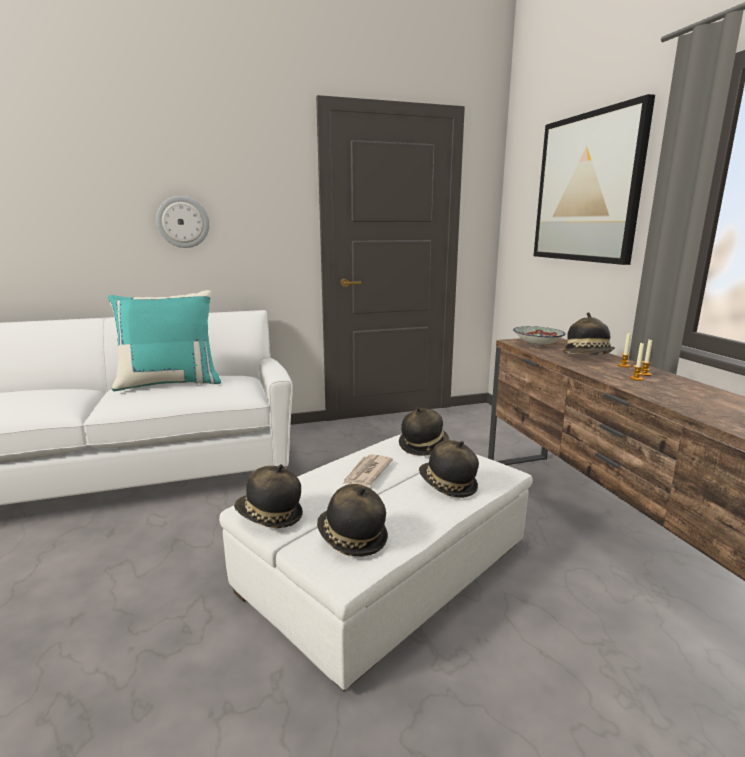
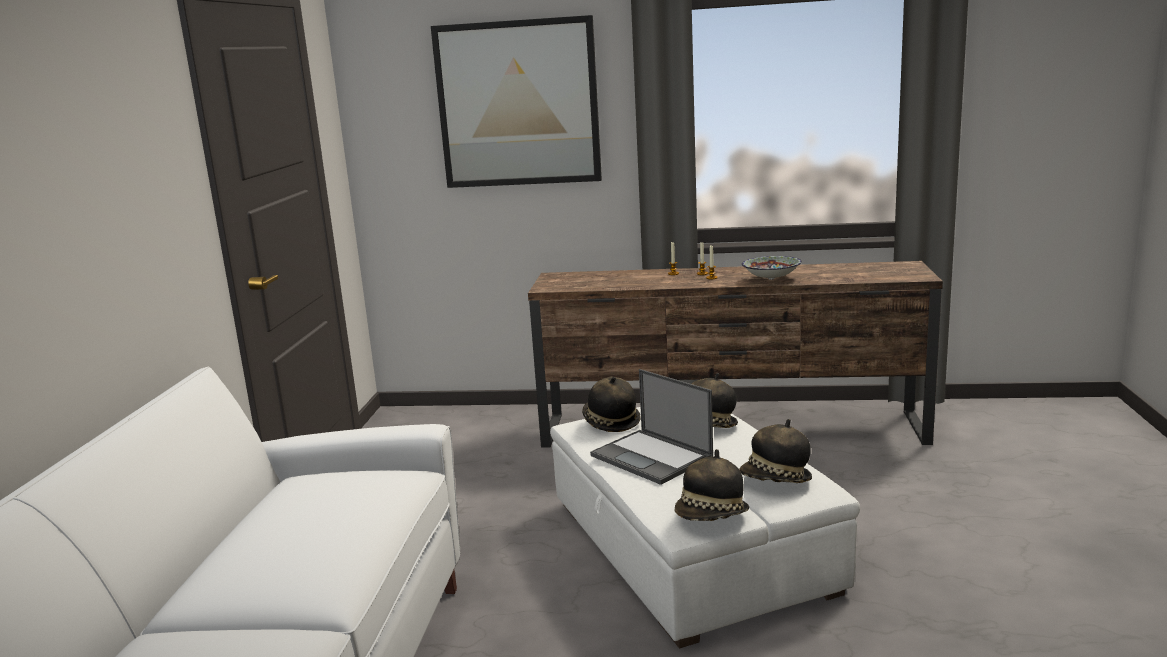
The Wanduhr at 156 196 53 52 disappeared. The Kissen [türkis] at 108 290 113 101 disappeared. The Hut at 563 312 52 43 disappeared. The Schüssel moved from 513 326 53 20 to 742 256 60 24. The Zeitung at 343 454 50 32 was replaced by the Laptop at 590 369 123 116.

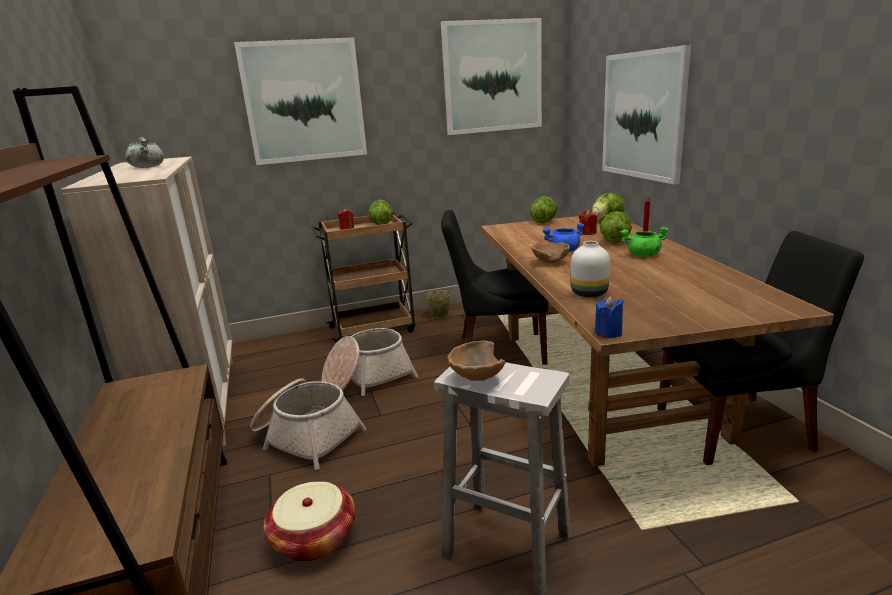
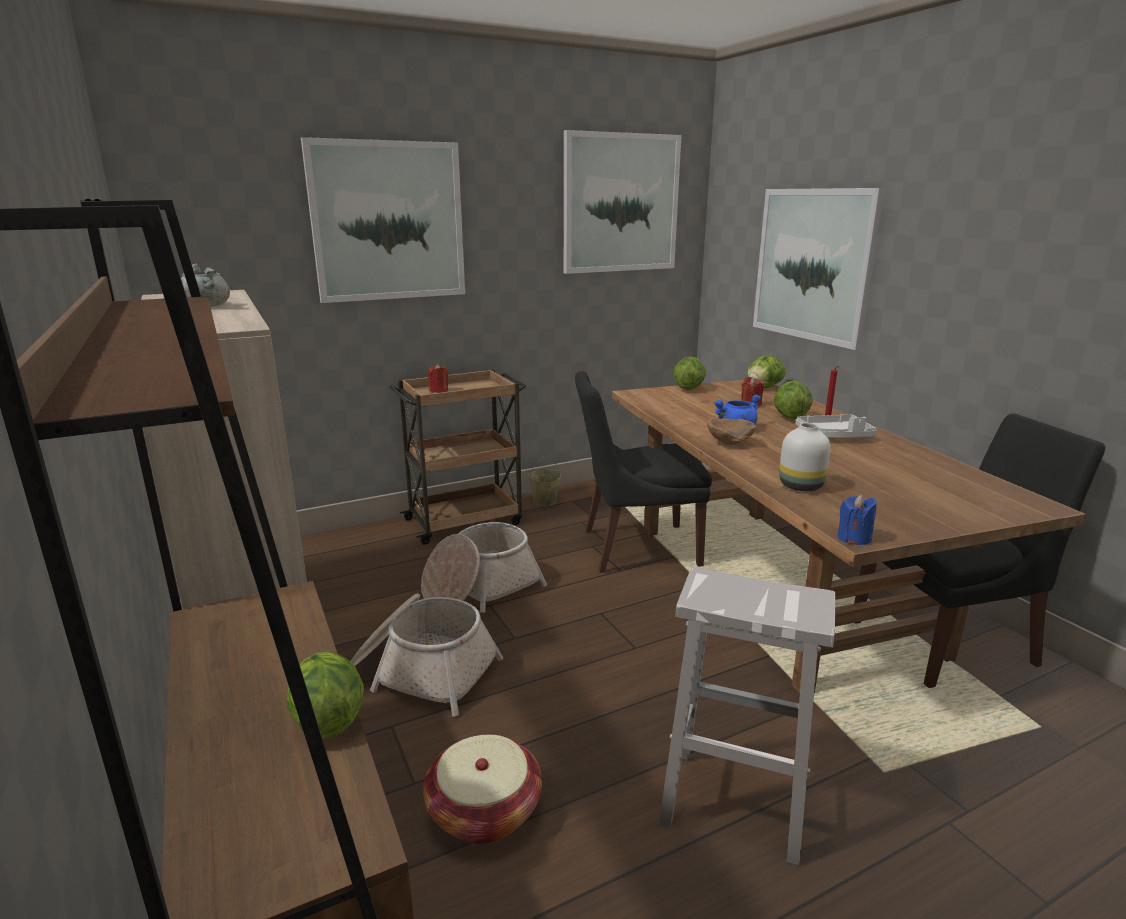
The Salatkopf moved from 368 200 25 25 to 286 652 78 87. The Kochtopf [grün] at 620 227 49 30 was replaced by the Tablett [grau] at 795 414 82 24. The Schüssel [braun] at 447 341 58 40 disappeared.

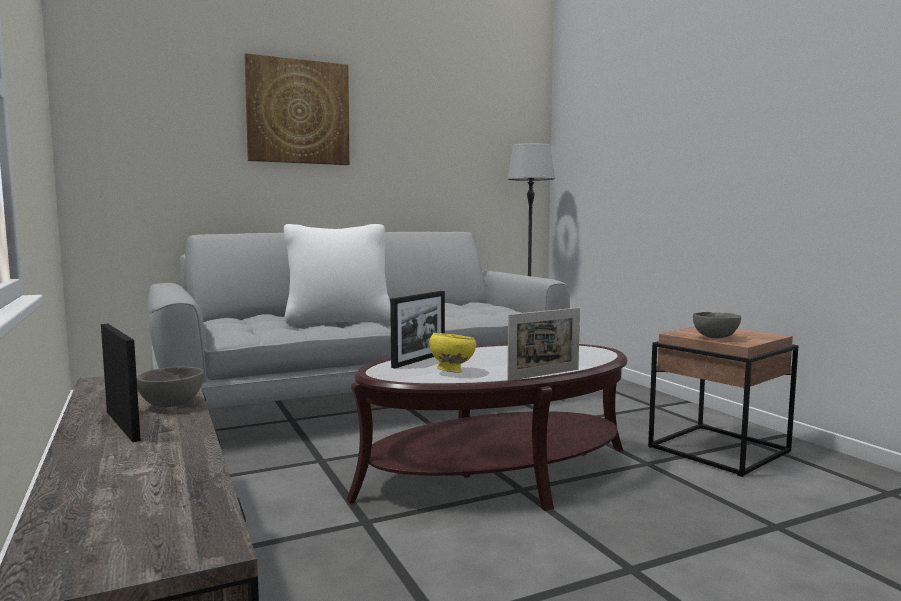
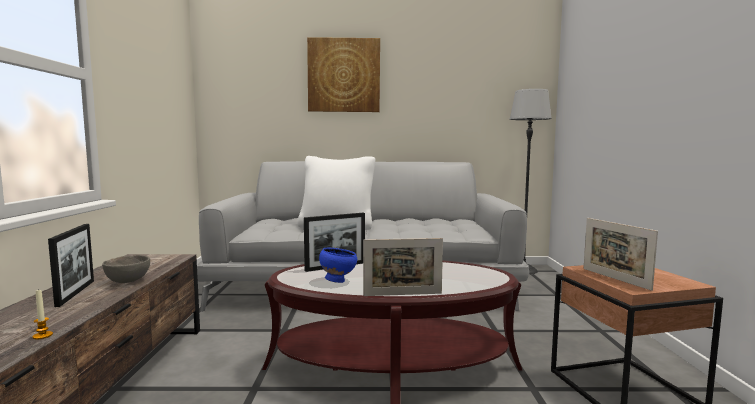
The Schüssel [grau] at 693 312 48 26 was replaced by the Bilderrahmen at 584 218 74 73. The Schüssel [gelb] at 429 333 47 40 became the Schüssel [blau] at 319 248 38 35. The Kerze at 32 289 21 50 appeared.

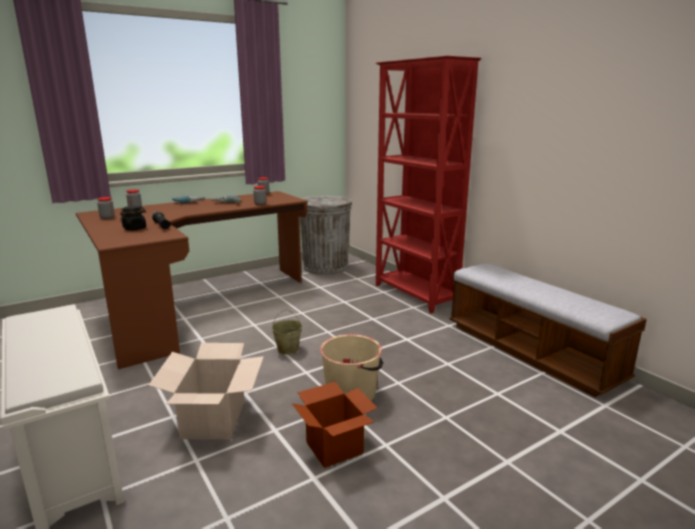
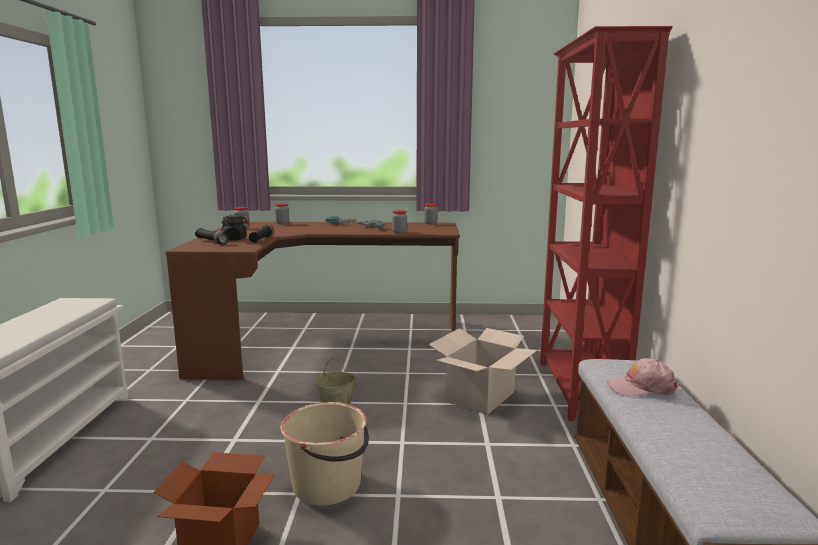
The Mülleimer [grau] at 300 196 52 79 disappeared. The Karton moved from 148 343 116 97 to 429 328 108 87. The Taschenlampe [schwarz] at 195 228 35 16 appeared. The Kappe [rosa] at 606 358 73 39 appeared.

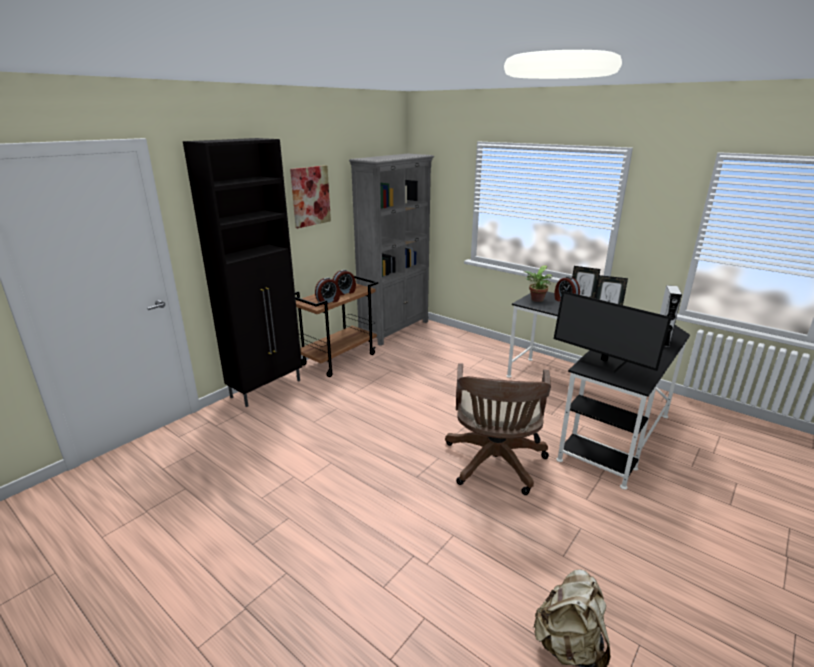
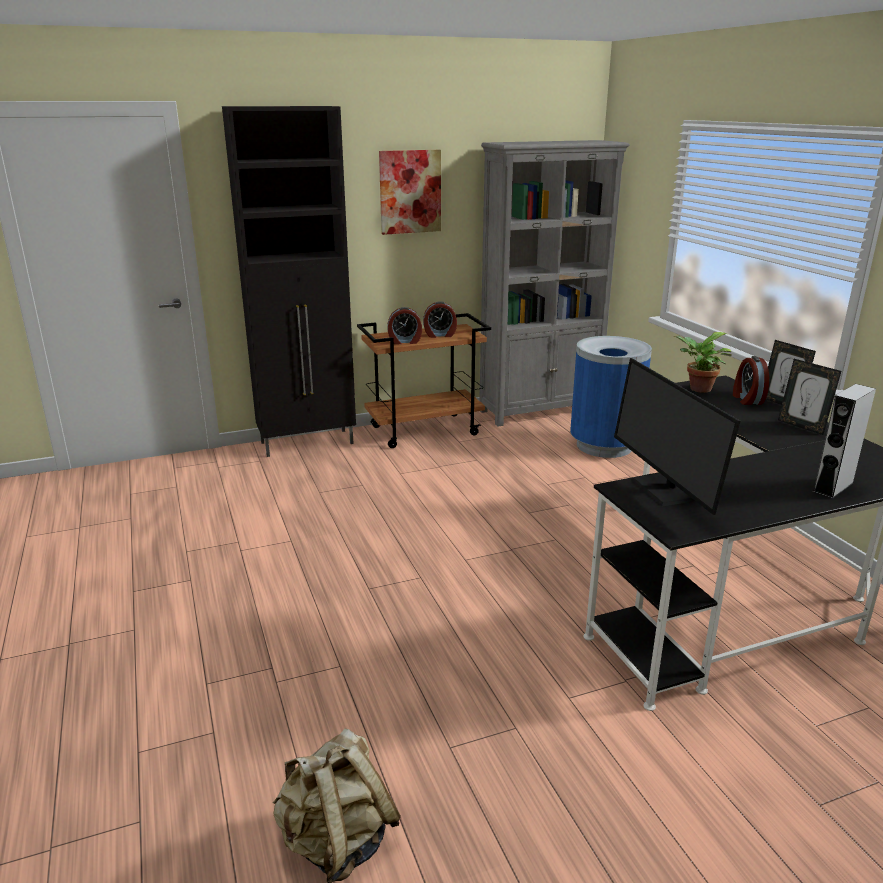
The Bürostuhl [braun] at 445 363 106 132 disappeared. The Mülleimer [blau] at 570 336 82 122 appeared.

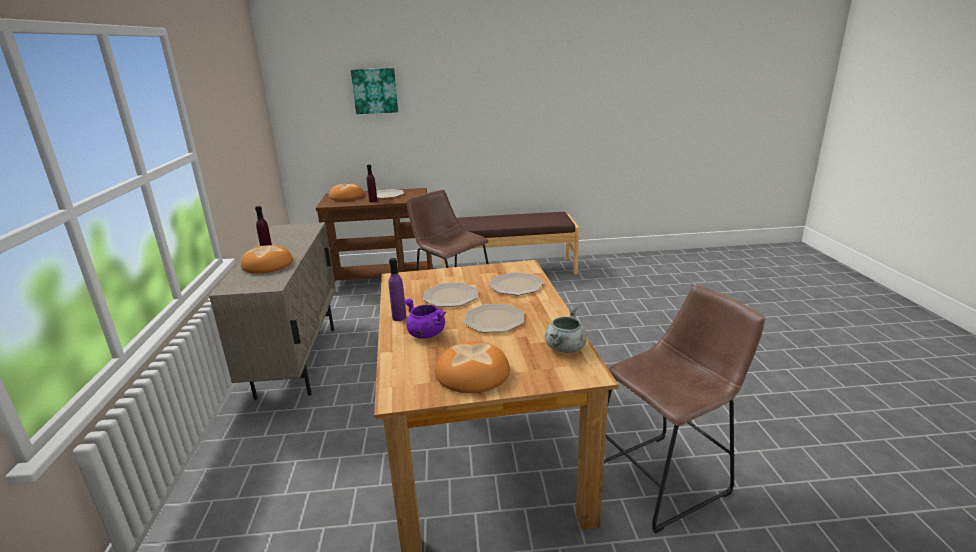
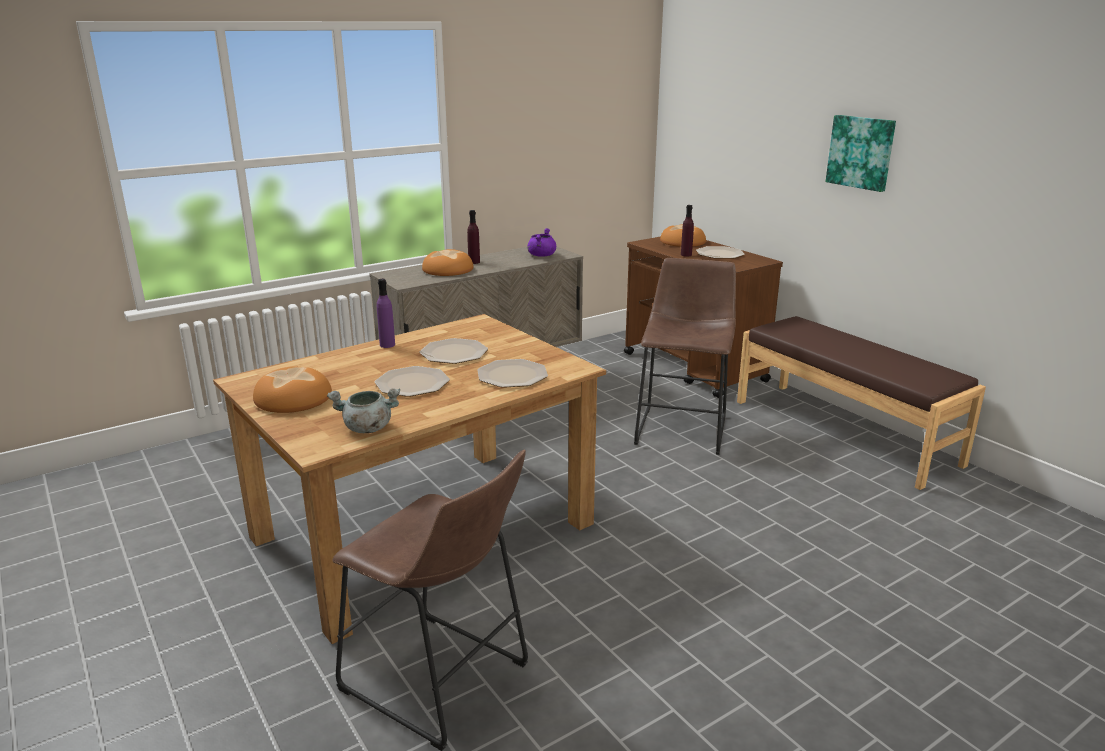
The Bild moved from 351 68 47 46 to 826 115 70 77. The Kochtopf [lila] moved from 404 299 42 40 to 527 228 29 29.

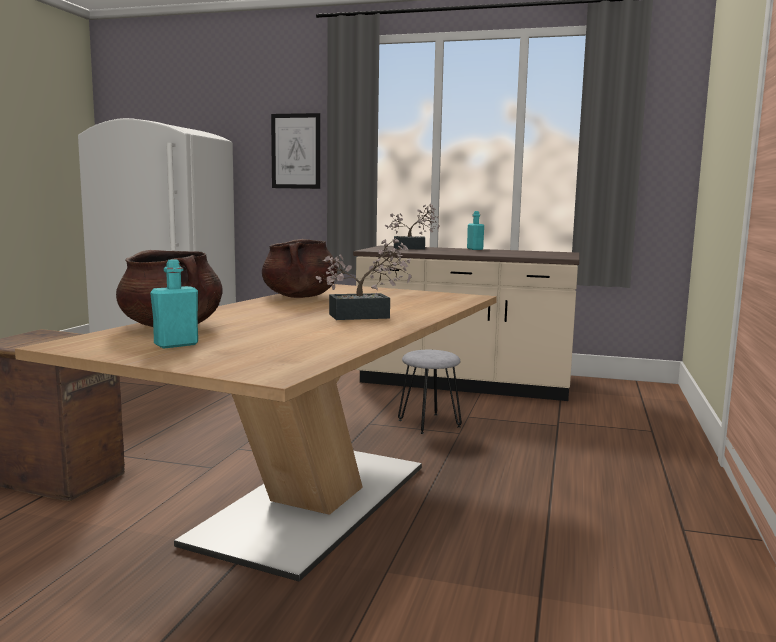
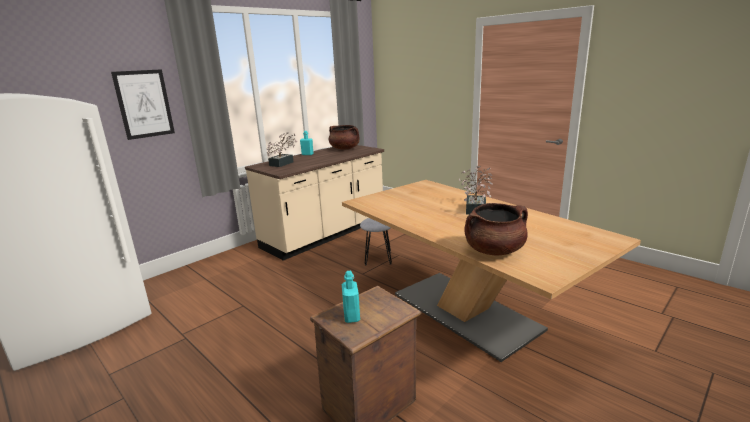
The Kochtopf [braun] moved from 262 239 76 59 to 329 125 30 24. The Flasche [türkis] moved from 150 260 48 88 to 342 271 18 52.

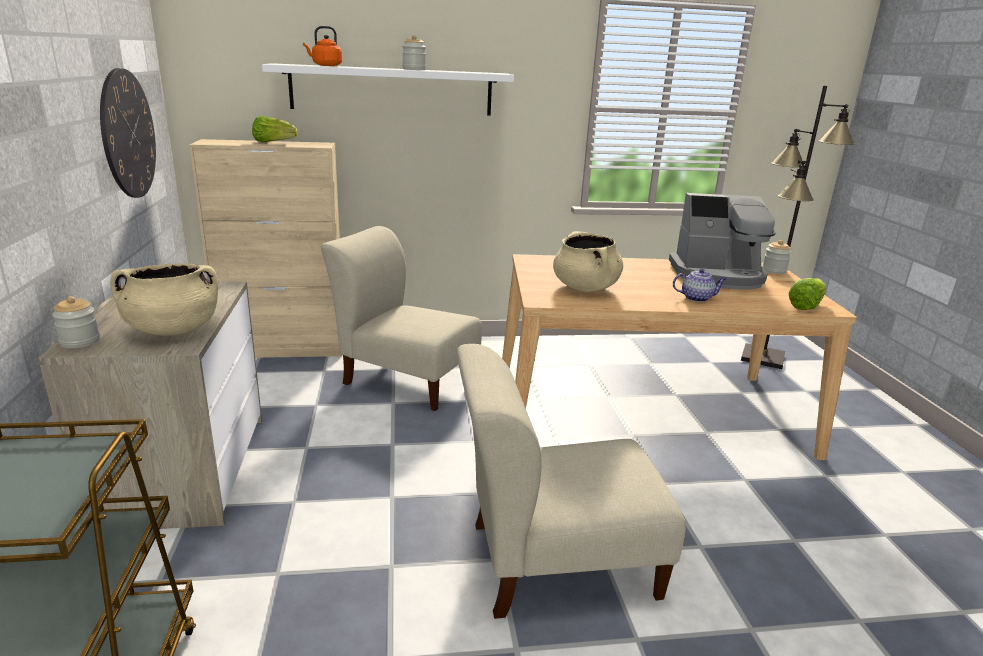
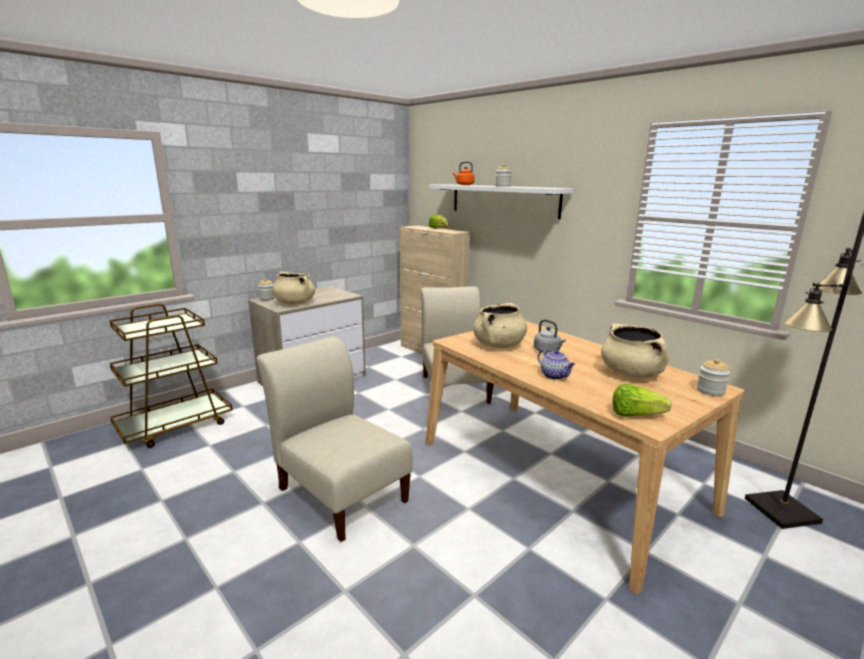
The Wanduhr at 100 68 56 130 disappeared. The Kaffeemaschine at 669 193 107 97 was replaced by the Kochtopf [beige] at 601 324 68 55. The Wasserkessel [grau] at 534 320 32 33 appeared.

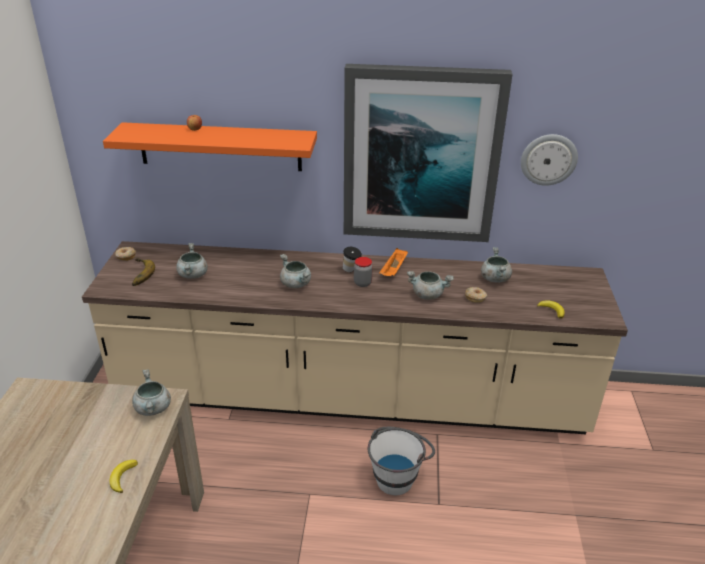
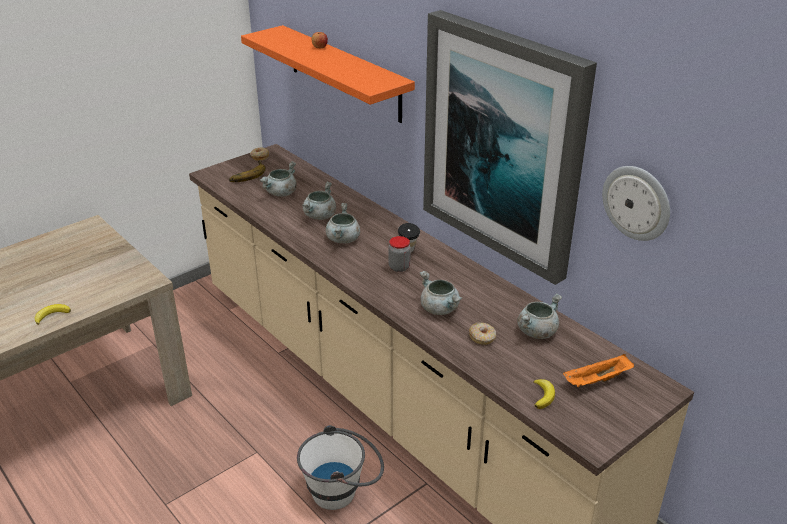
The Tablett [orange] moved from 379 248 29 28 to 563 354 71 33. The Kochtopf [grau] moved from 132 369 39 47 to 302 181 34 39.

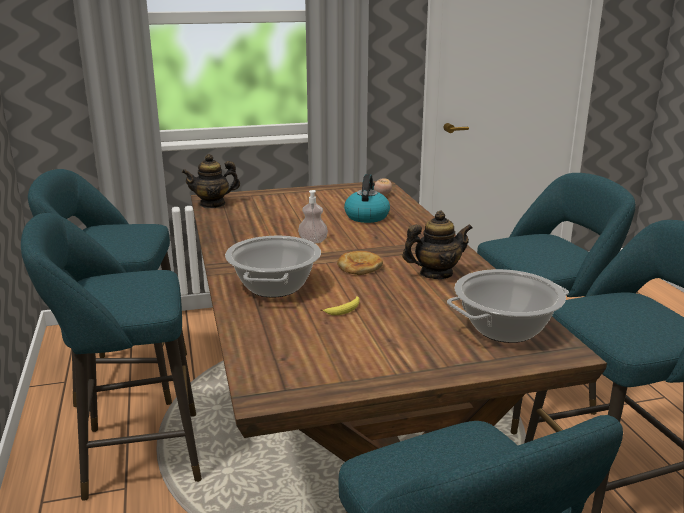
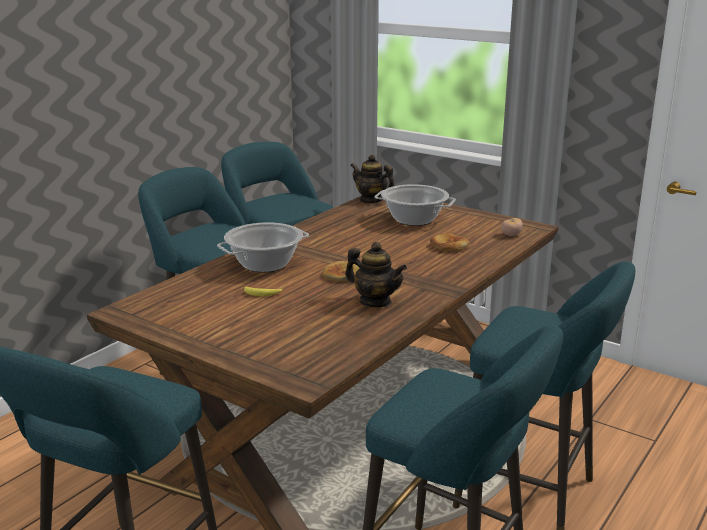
The Wasserkessel at 344 174 46 49 was replaced by the Brot at 430 233 39 18. The Seifenspender at 298 190 30 53 disappeared. The Kochtopf moved from 447 269 122 74 to 374 184 82 42.

